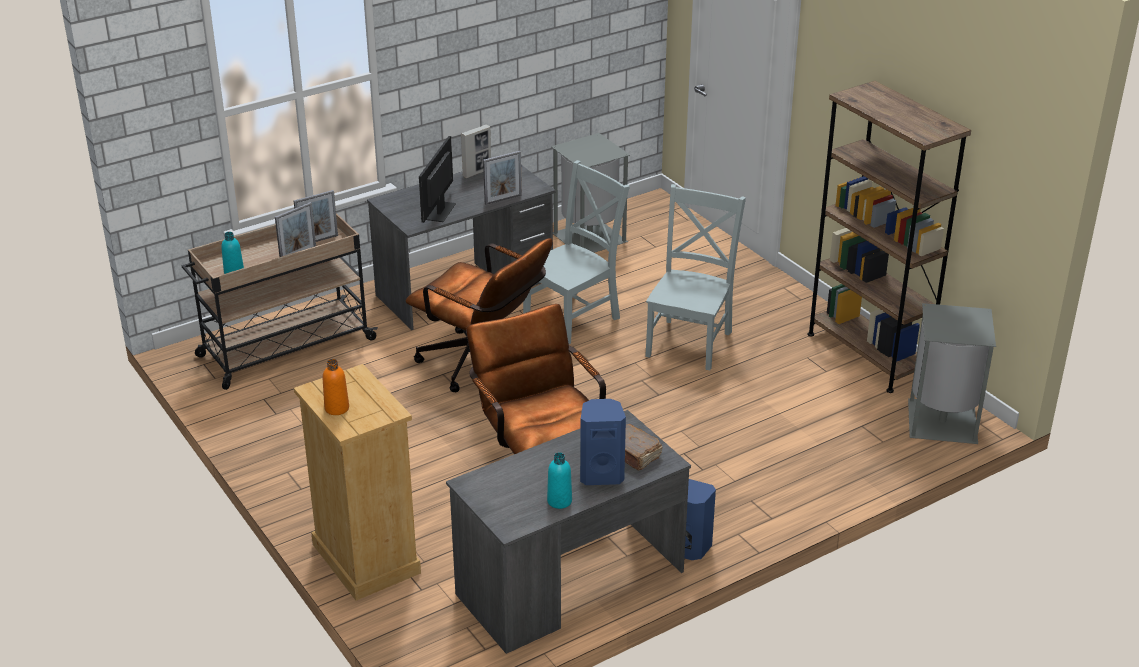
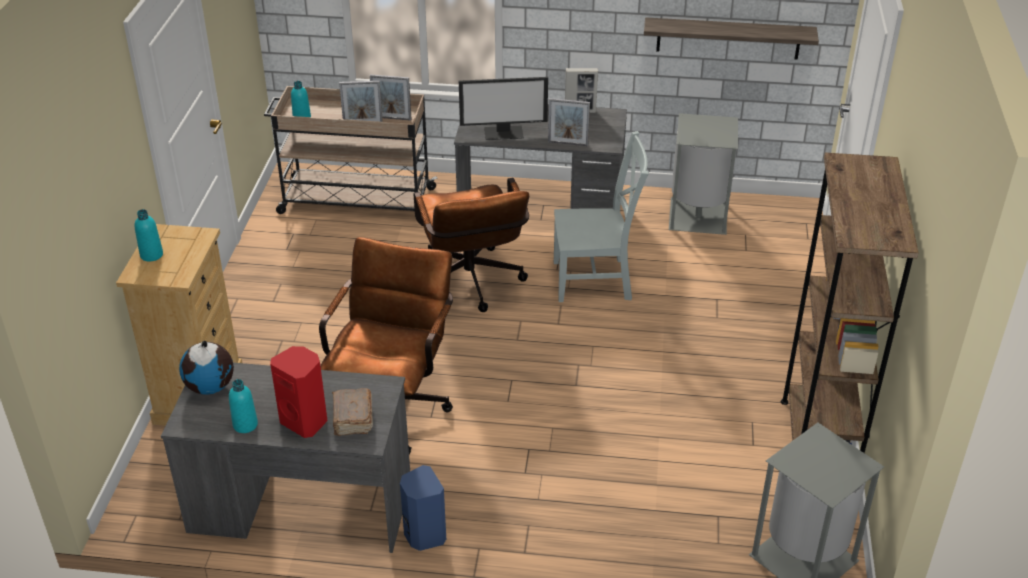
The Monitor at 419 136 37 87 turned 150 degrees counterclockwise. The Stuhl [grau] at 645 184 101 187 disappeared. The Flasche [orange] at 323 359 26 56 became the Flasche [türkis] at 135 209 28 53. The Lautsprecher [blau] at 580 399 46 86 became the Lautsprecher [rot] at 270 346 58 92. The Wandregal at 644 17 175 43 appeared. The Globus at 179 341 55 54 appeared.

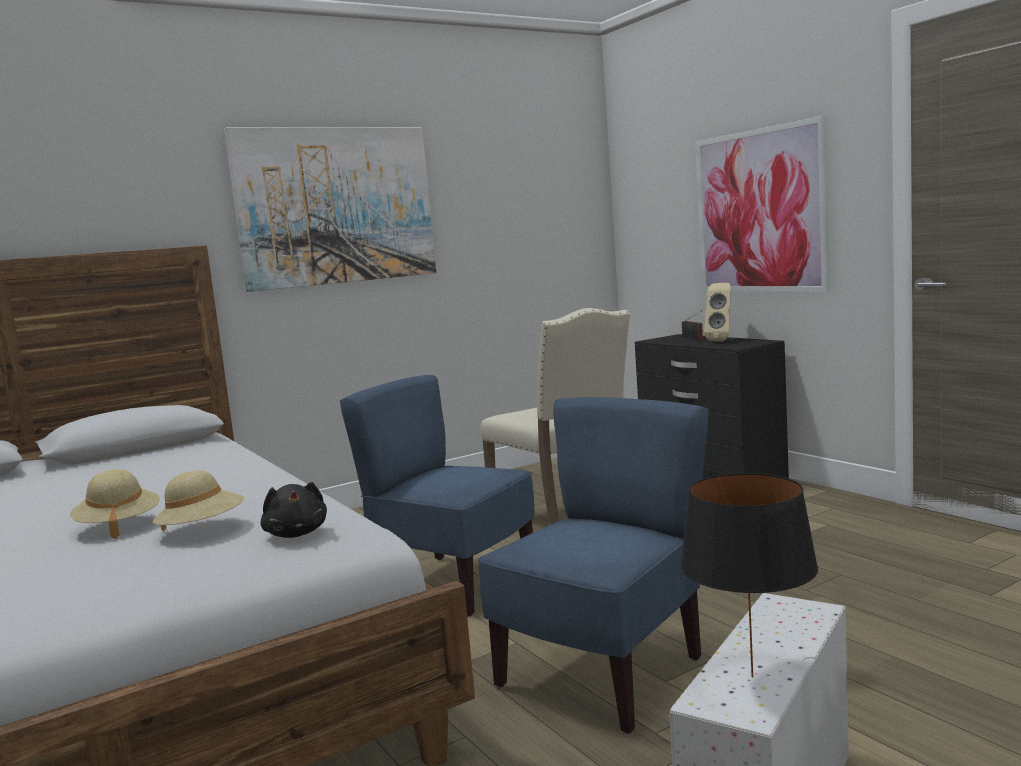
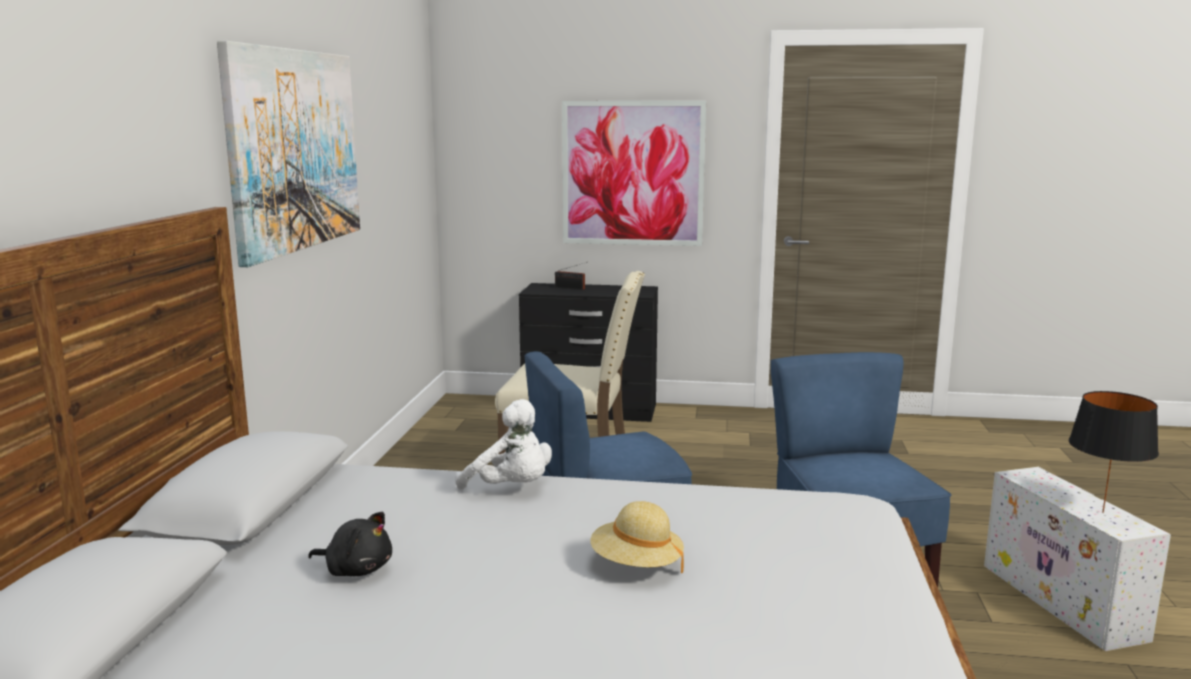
The Lautsprecher [beige] at 704 283 27 59 disappeared. The Hut [beige] at 153 470 91 61 disappeared. The Plüschtier [schwarz] moved from 261 482 66 56 to 308 512 84 64. The Plüschtier [weiß] at 455 399 97 91 appeared.

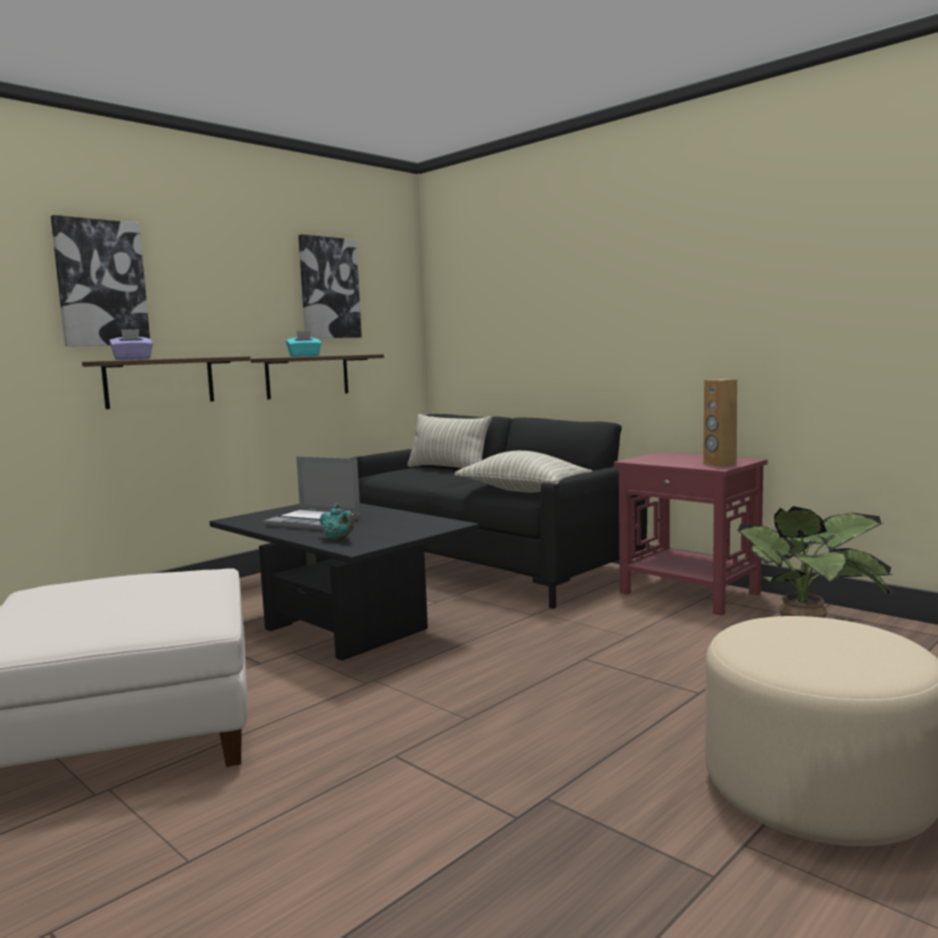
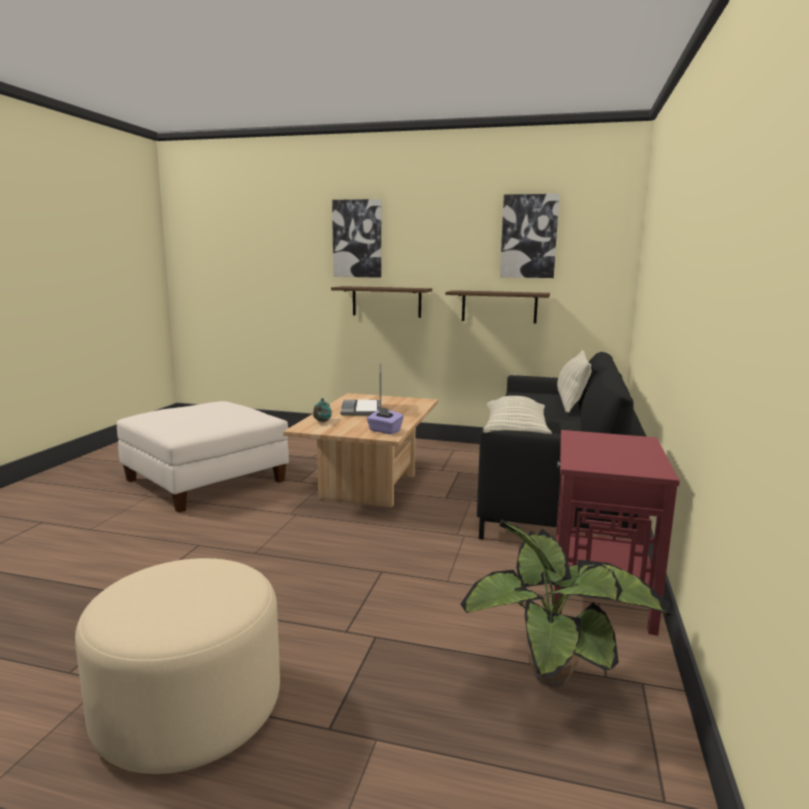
The Taschentuchbox [lila] moved from 109 329 44 31 to 367 406 37 28. The Taschentuchbox [türkis] at 286 331 36 26 disappeared. The Lautsprecher [braun] at 703 379 34 88 disappeared. The Couchtisch [schwarz] at 210 503 269 158 became the Couchtisch [beige] at 283 393 155 115.

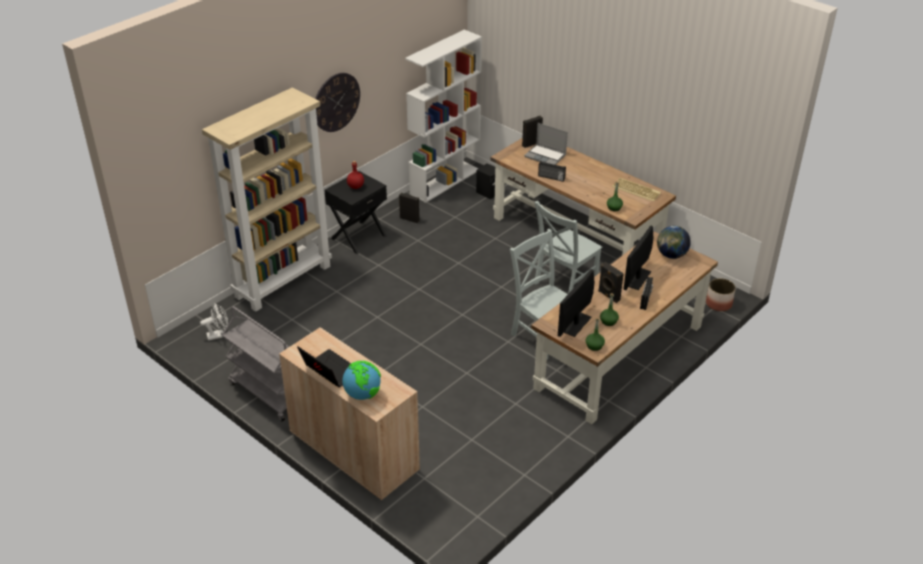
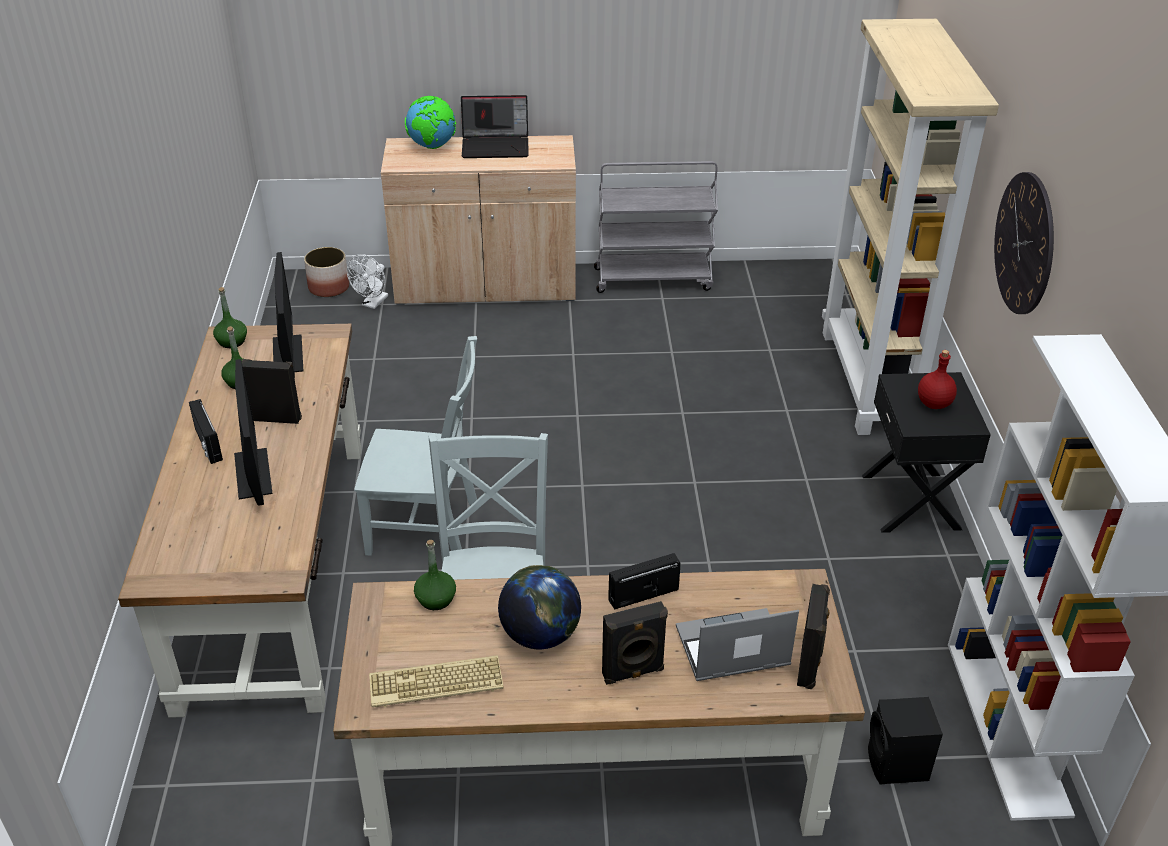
The Lautsprecher [schwarz] moved from 399 193 21 30 to 602 601 66 84. The Globus moved from 657 226 34 33 to 498 565 83 84. The Pflanzkübel moved from 706 278 30 33 to 304 247 45 50. The Ventilator [weiß] moved from 200 303 28 38 to 347 254 41 55.

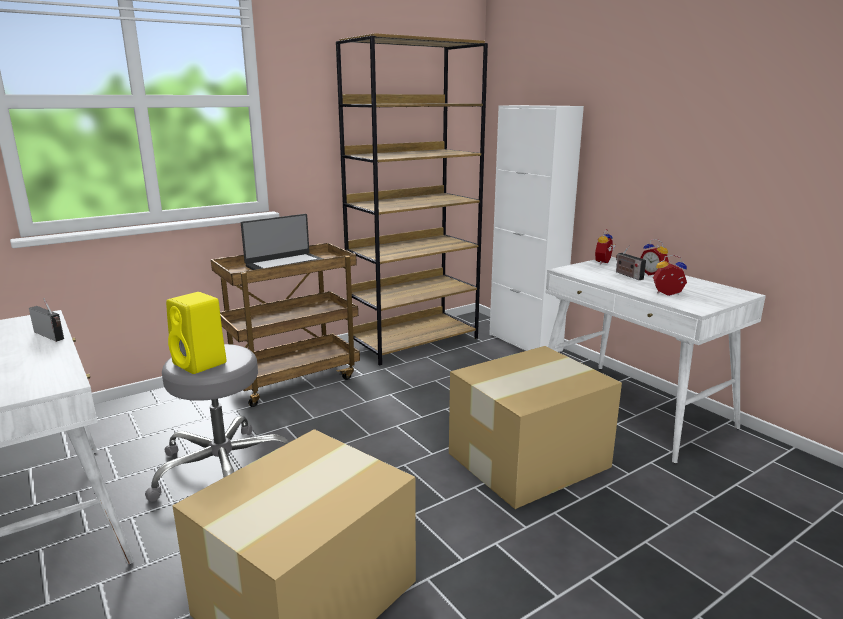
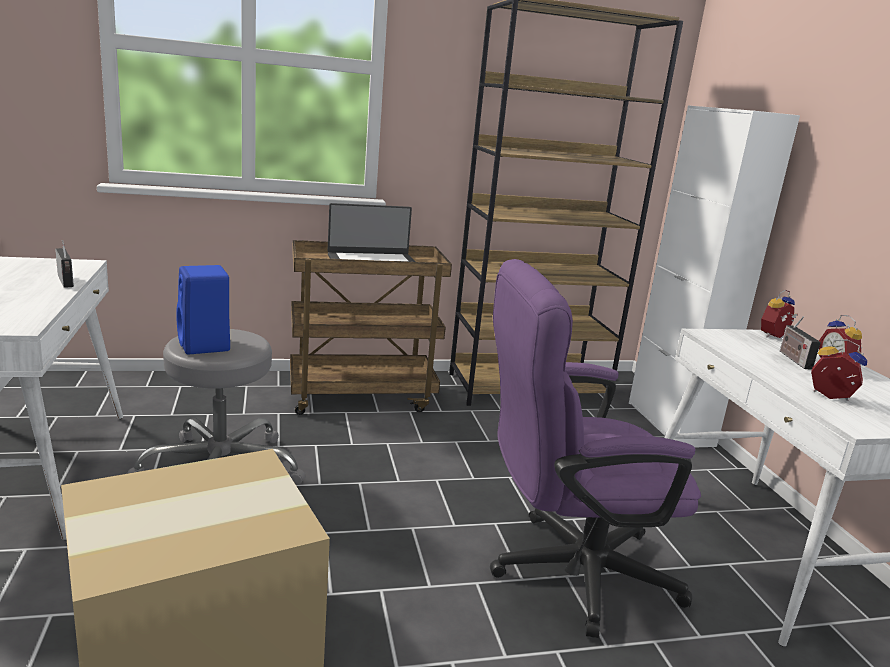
The Lautsprecher [gelb] at 166 292 61 82 became the Lautsprecher [blau] at 176 265 54 89. The Karton at 449 346 173 163 was replaced by the Bürostuhl [lila] at 490 259 211 379.

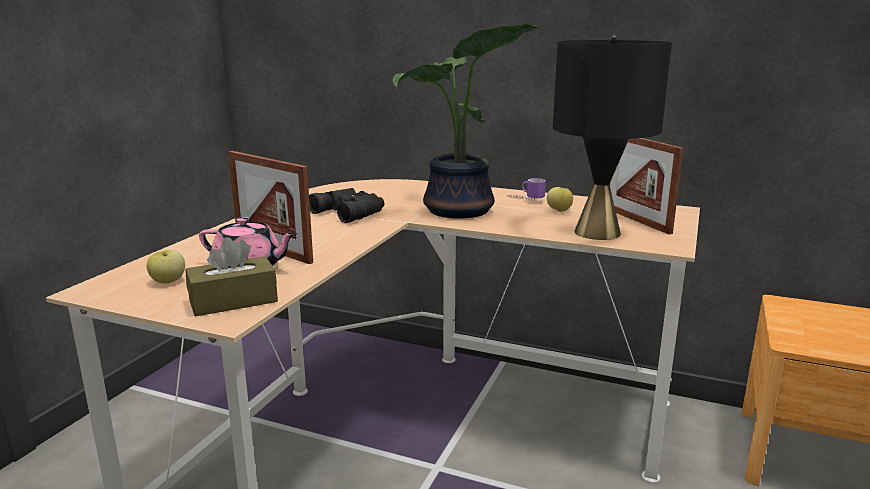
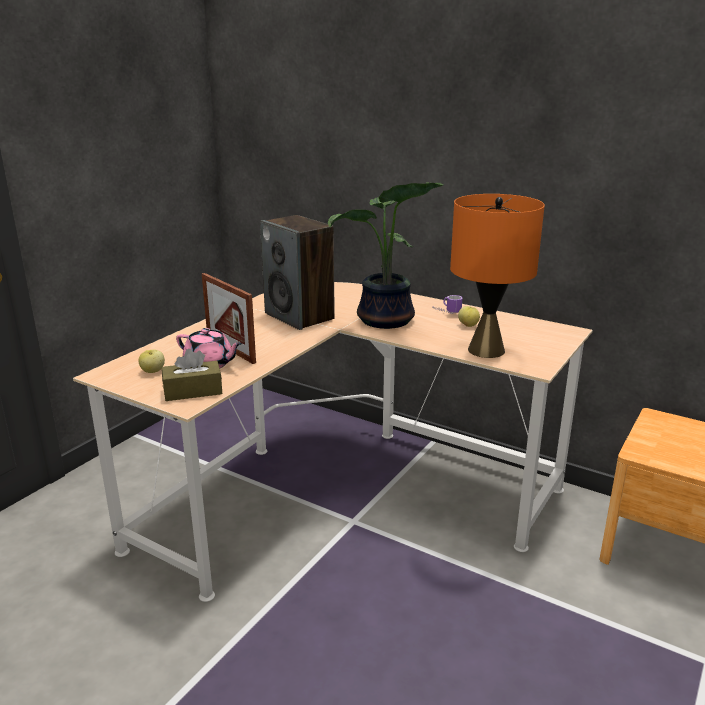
The Tischlampe [schwarz] at 553 34 119 206 became the Tischlampe [orange] at 450 194 95 164. The Bilderrahmen at 609 138 74 96 disappeared. The Fernglas [schwarz] at 309 188 75 35 was replaced by the Lautsprecher at 260 215 75 115.

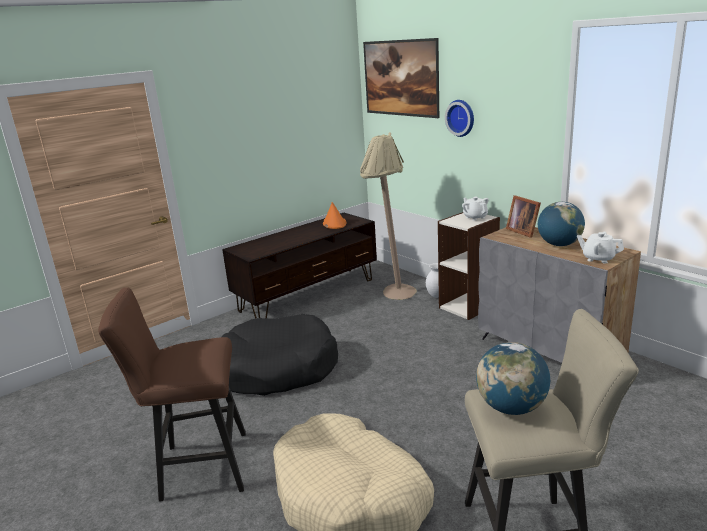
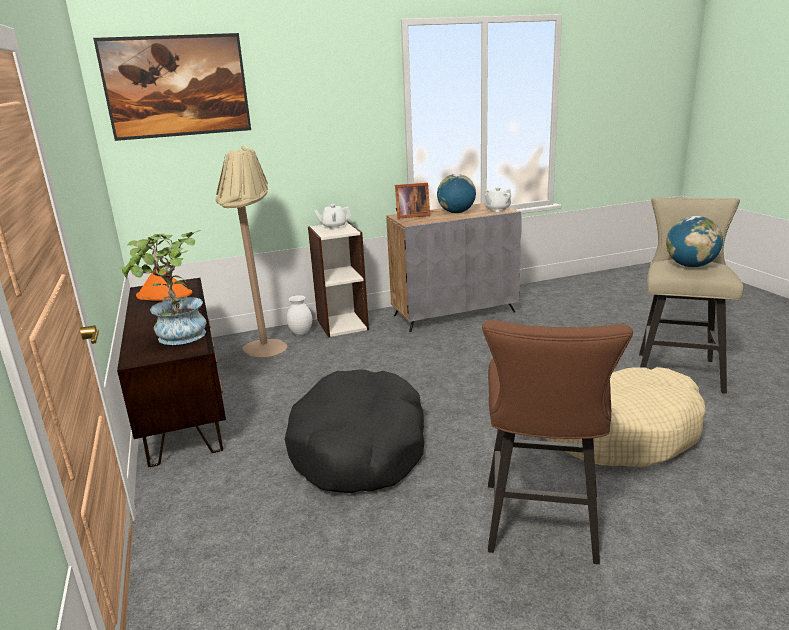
The Wanduhr at 445 100 29 37 disappeared. The Topfpflanze at 119 230 88 115 appeared.

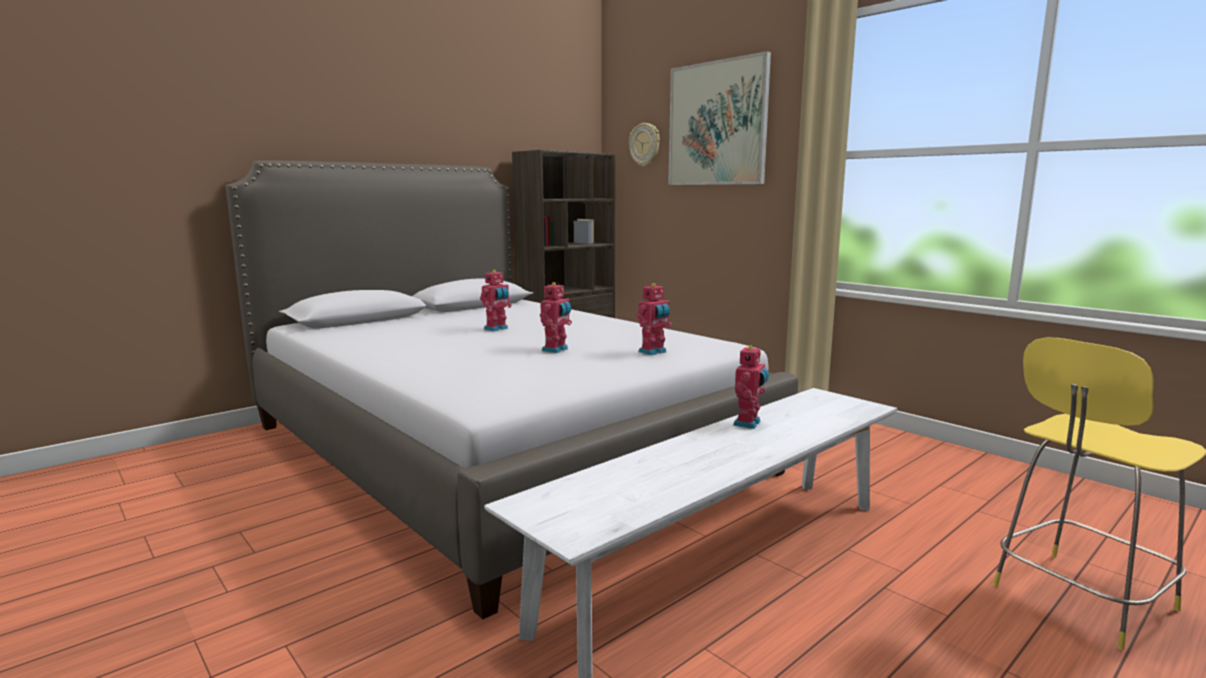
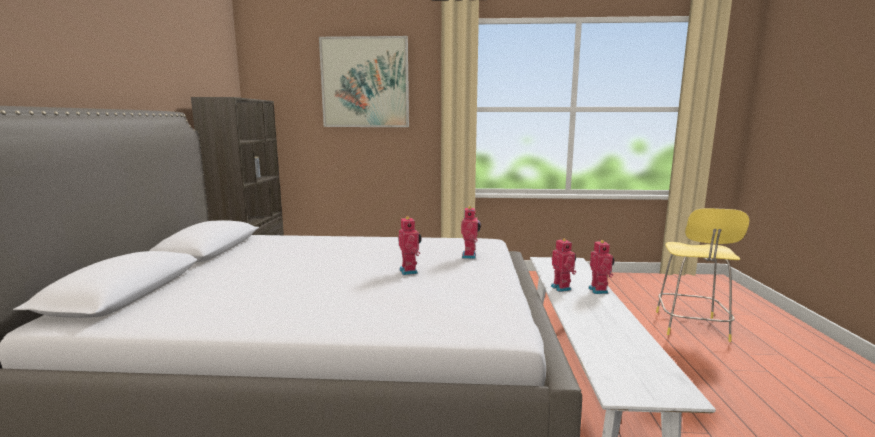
The Wanduhr at 629 123 31 44 disappeared. The Spielzeugroboter moved from 480 270 32 61 to 588 239 27 55.

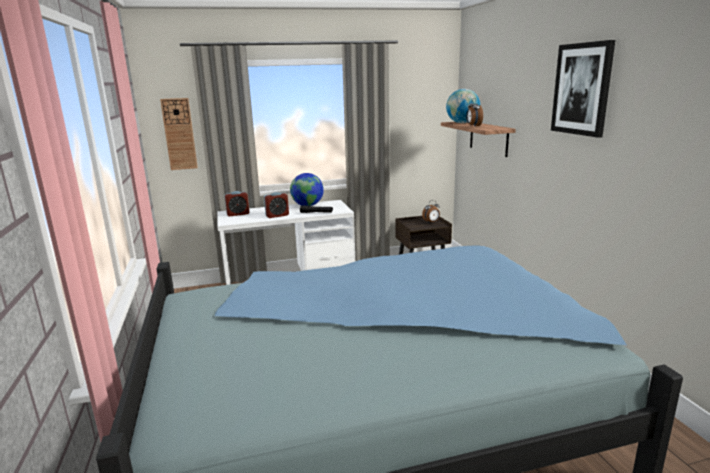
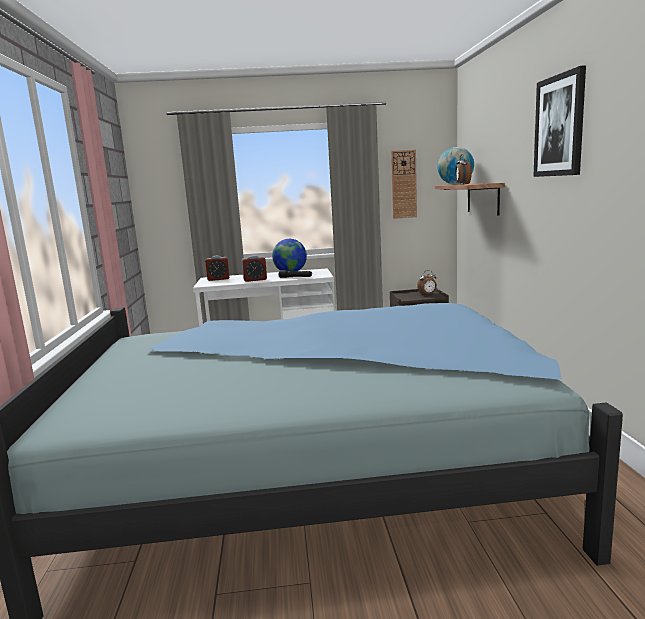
The Wanduhr moved from 160 98 38 72 to 391 150 26 69.

